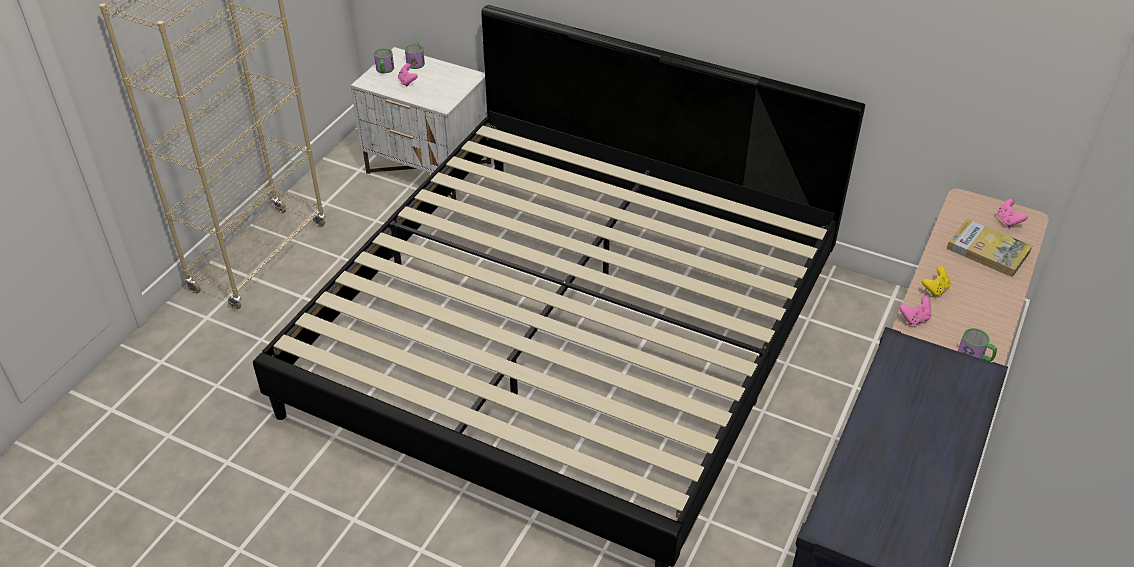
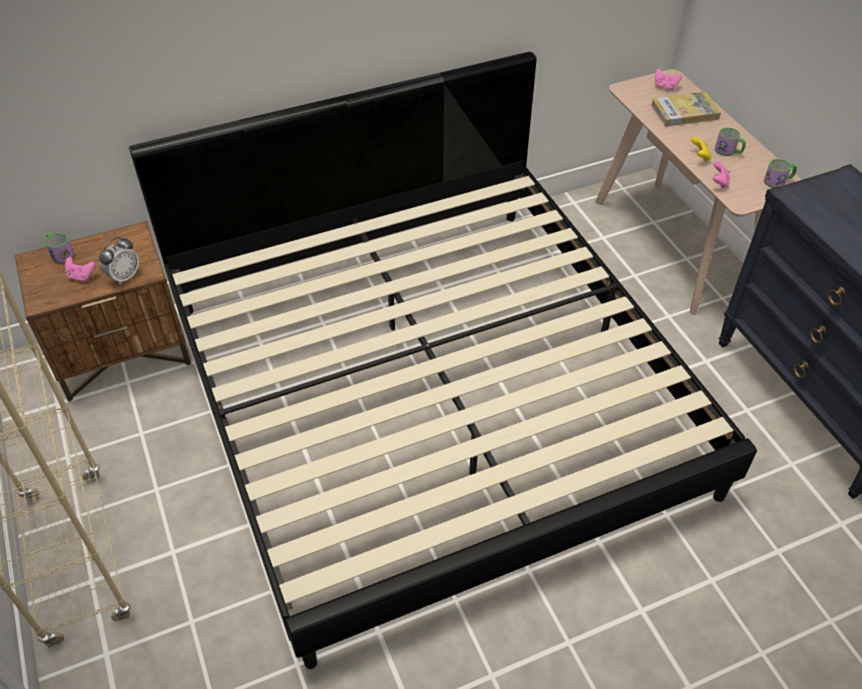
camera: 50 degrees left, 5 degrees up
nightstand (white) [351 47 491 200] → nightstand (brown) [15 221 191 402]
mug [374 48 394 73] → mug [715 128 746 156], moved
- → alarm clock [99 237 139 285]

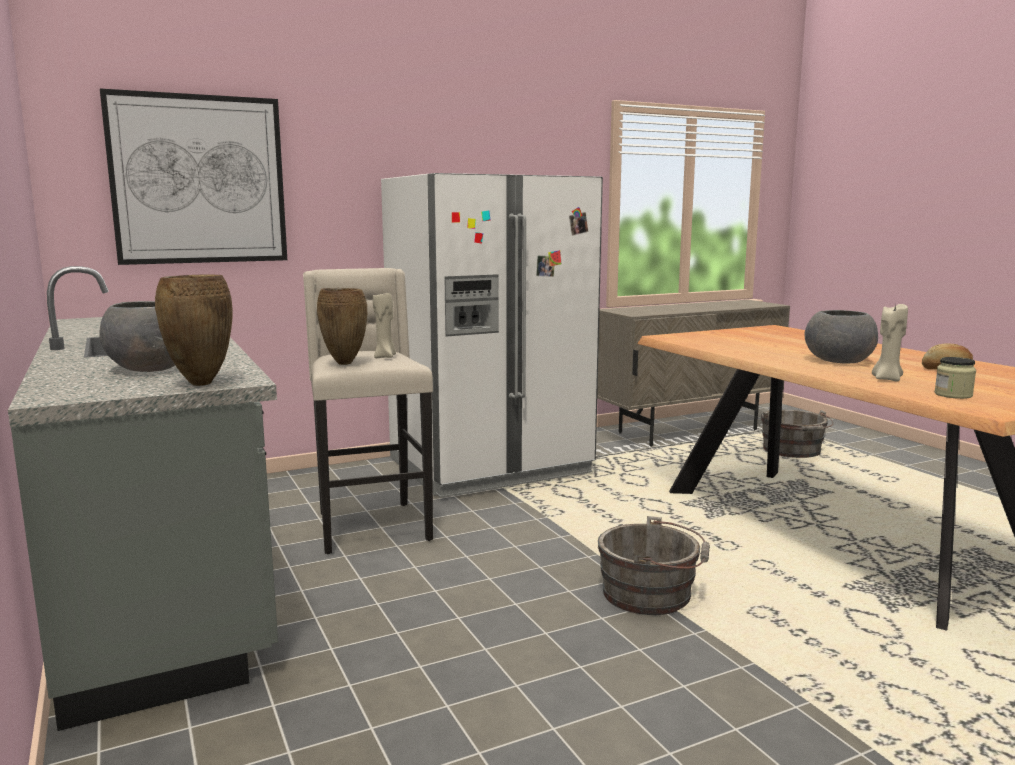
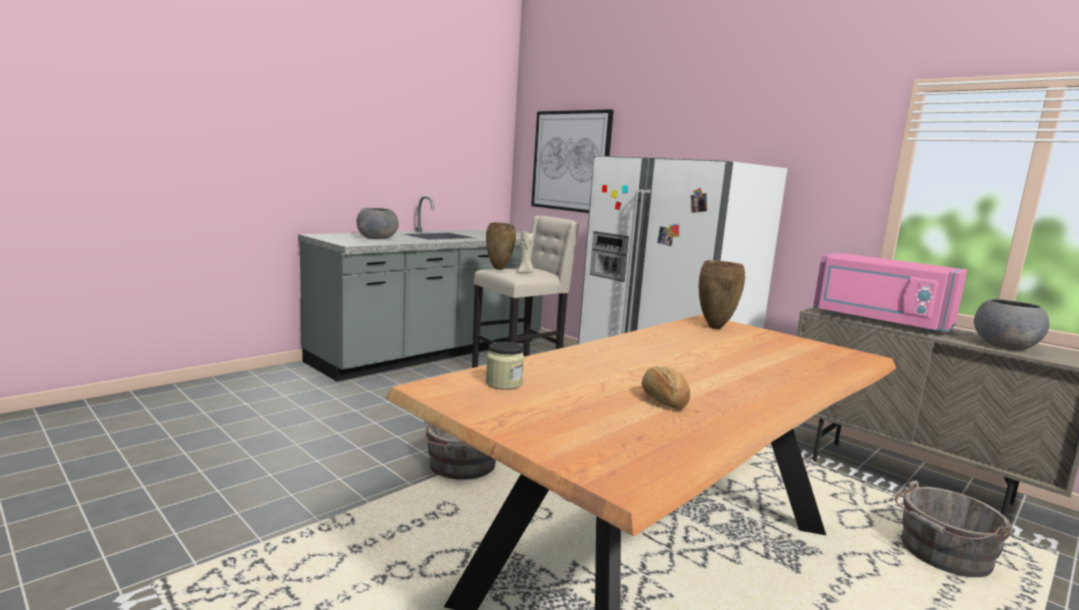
camera: 70 degrees right, 0 degrees up
vase (brown) [155 274 232 386] → vase (brown) [699 260 745 329], moved
candle (beige) [872 304 908 381] → -
bowl (grey) [804 310 878 363] → bowl (grey) [974 299 1050 351], moved
- → microwave (pink) [813 253 967 333]

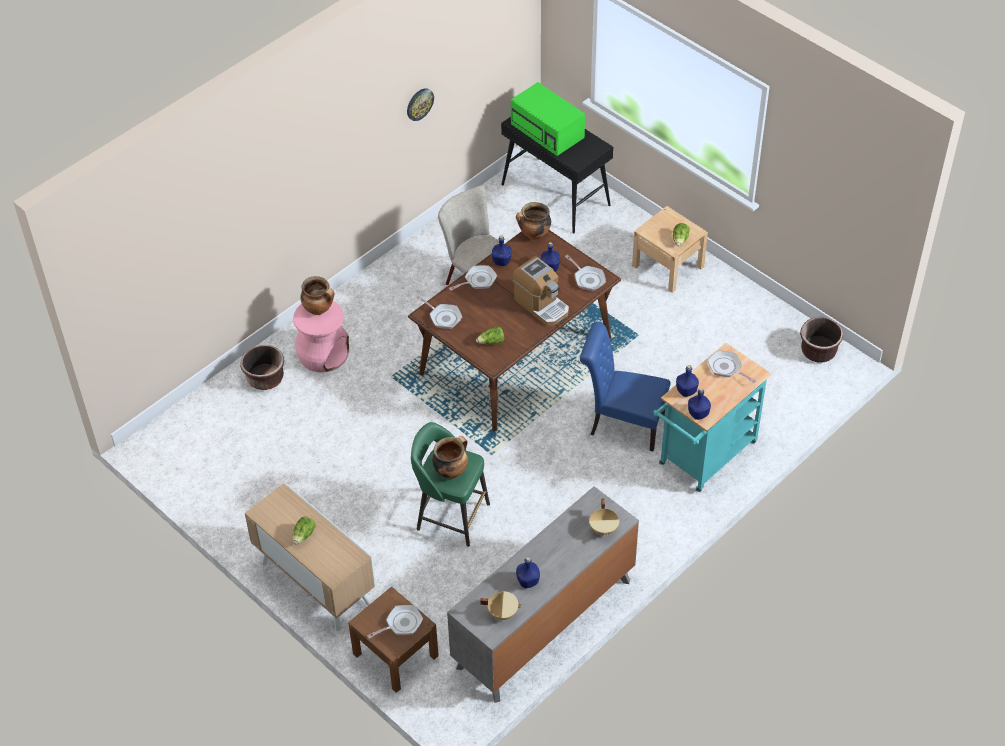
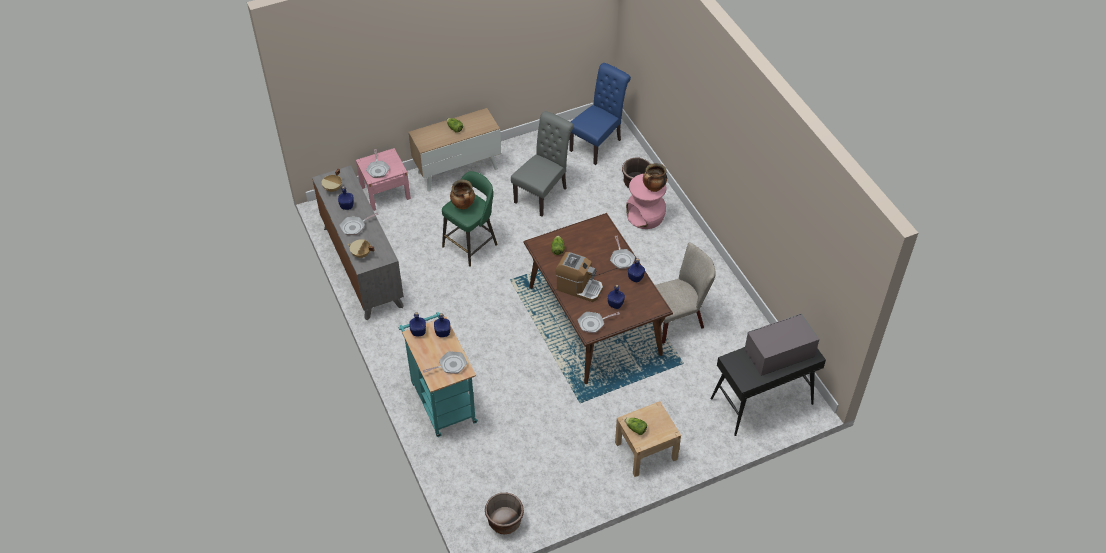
camera: 110 degrees right, 0 degrees up
microwave (green) [511 82 585 156] → microwave (grey) [744 314 819 376]
wall clock [407 88 434 121] → -
cooking pot [516 202 551 240] → -
coffee machine [513 256 569 326] → coffee machine [555 252 603 302], 135 degrees counterclockwise
frying pan [416 296 462 329] → frying pan [339 213 378 235], moved
chair (blue) [580 322 671 451] → chair (blue) [569 63 631 165], moved
nightstand (brown) [348 586 439 693] → nightstand (pink) [356 148 411 211]
- → chair (grey) [511 111 574 217]

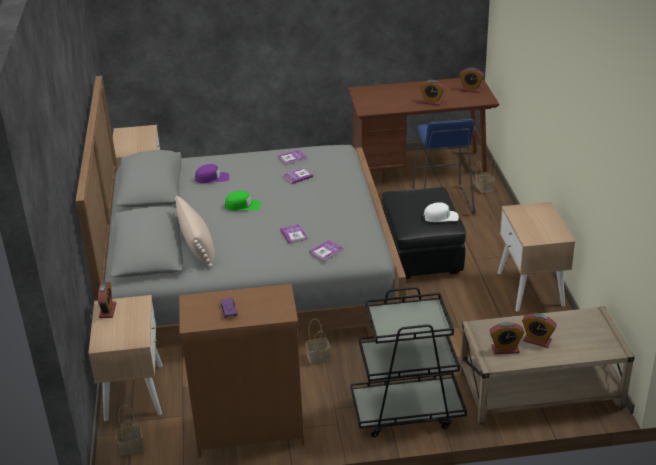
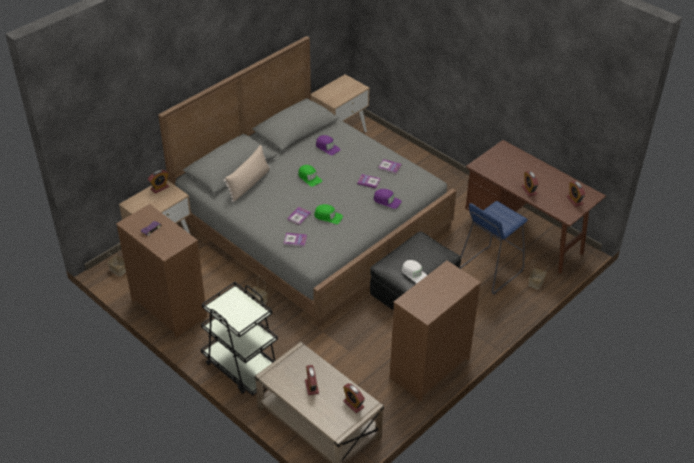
camera: 50 degrees right, 10 degrees up
nightstand (beige) [498 201 575 312] → dresser (brown) [390 261 481 401]
alarm clock [490 322 524 354] → alarm clock [343 383 365 413], moved
- → cap (purple) [373 189 402 209]
- → cap (green) [314 204 343 224]

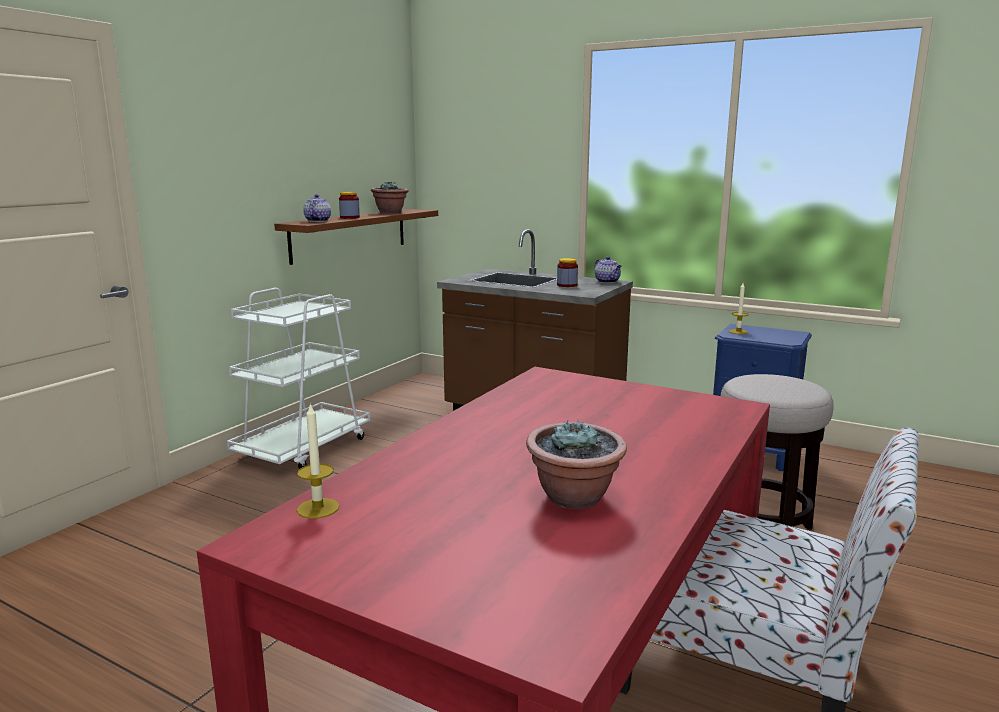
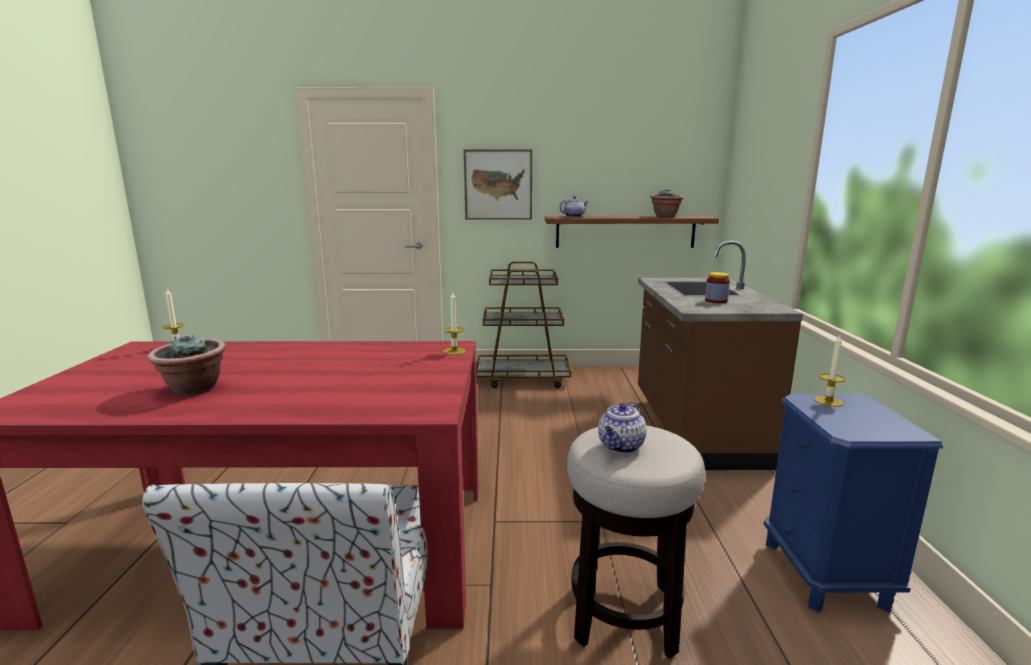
camera: 60 degrees right, 0 degrees up
jar [339 192 360 219] → -
teapot [595 256 621 283] → teapot [598 401 647 453], moved
cart (white) [227 288 370 469] → cart (brown) [476 261 571 388]
- → picture [464 149 532 220]
- → candle [443 292 466 355]

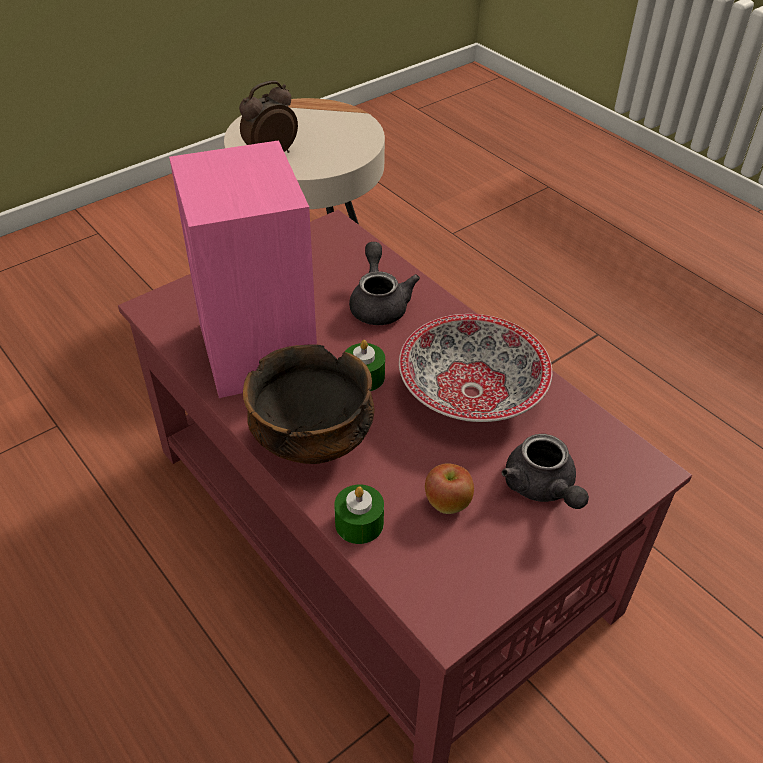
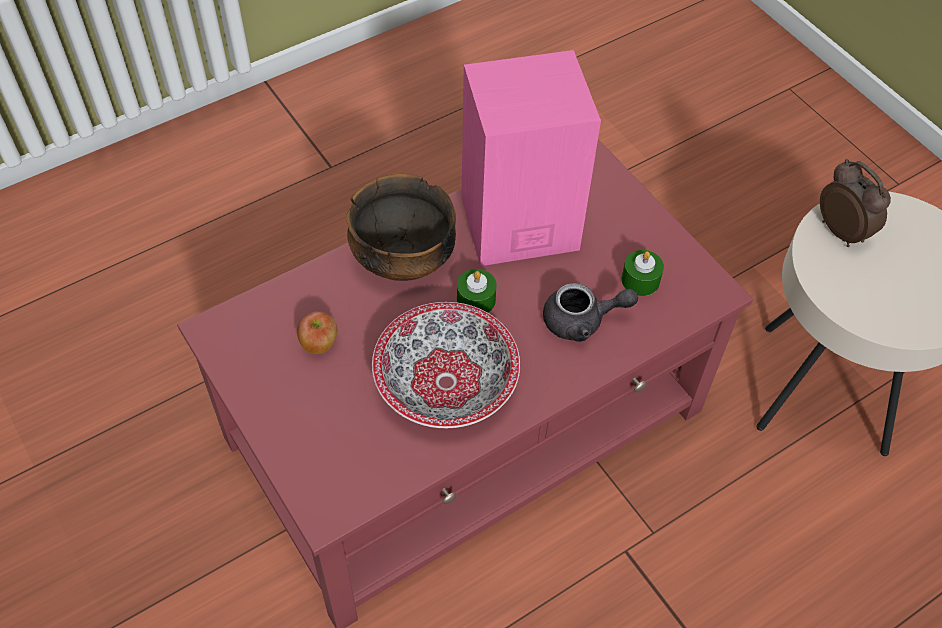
camera: 95 degrees right, 10 degrees up
teapot (grey) [502 434 589 509] → -
candle (green) [334 485 384 544] → candle (green) [621 250 664 296], moved

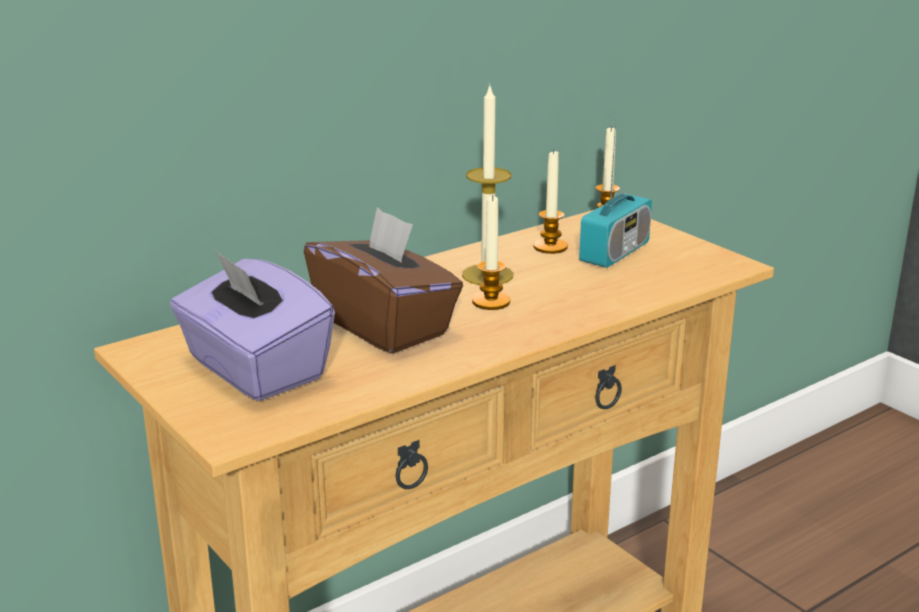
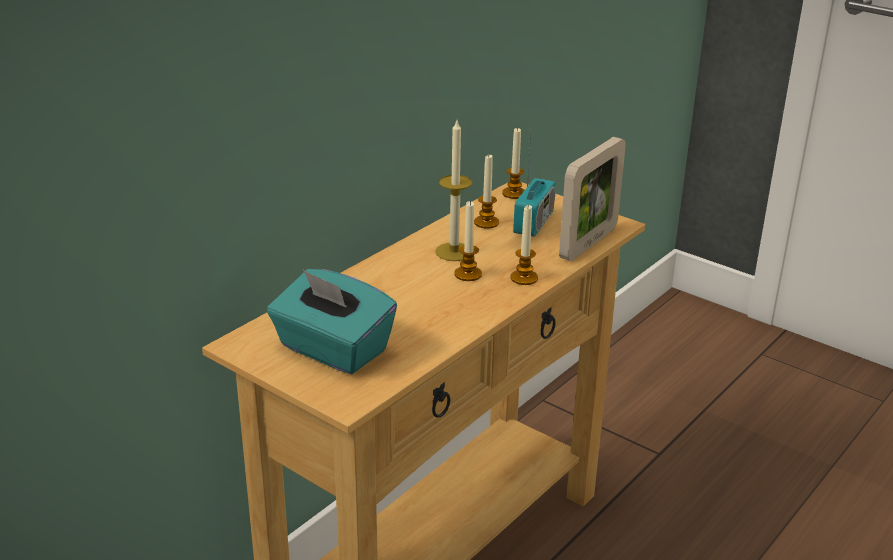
camera: 15 degrees left, 5 degrees up
tissue box (brown) [304 207 463 354] → -
tissue box (purple) [170 249 335 401] → tissue box (turquoise) [267 269 397 374]
- → picture frame [559 137 626 261]
- → candle [510 204 538 285]

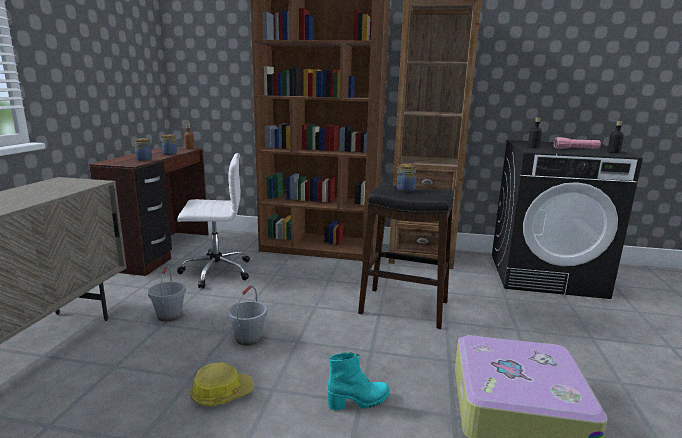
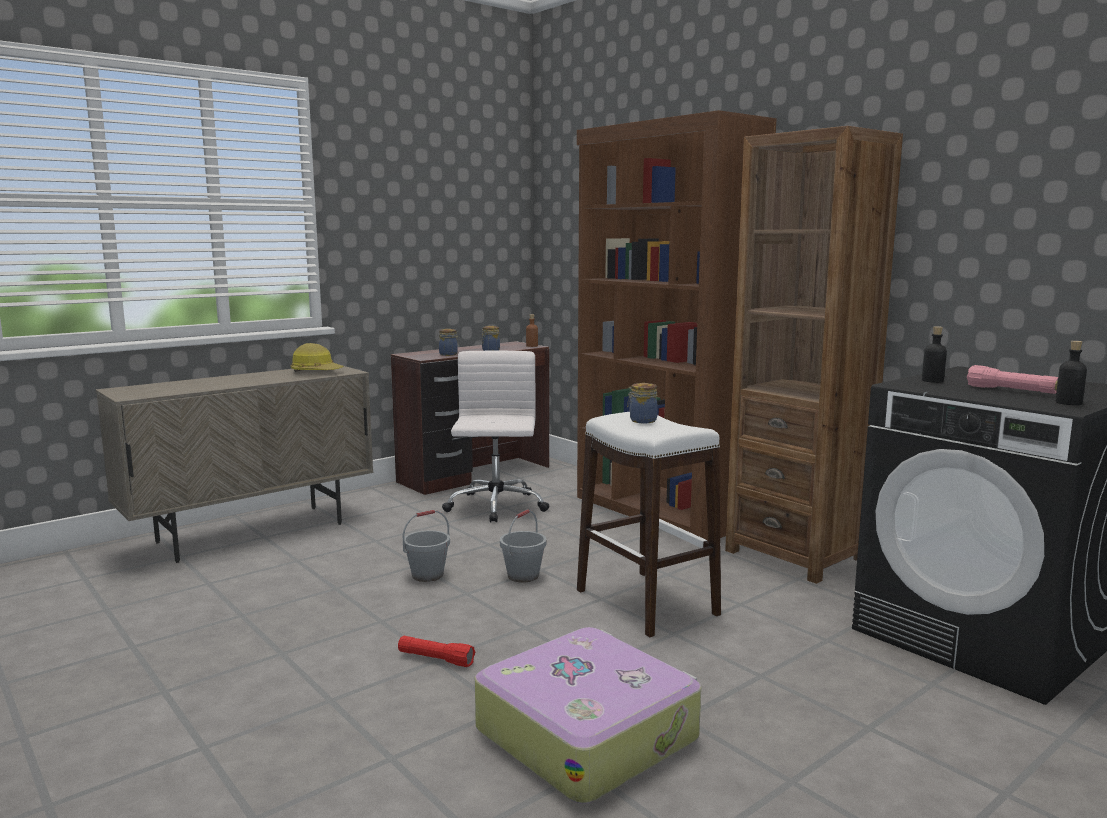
camera: 40 degrees right, 5 degrees down
office chair (white) [177 153 250 288] → office chair (white) [442 351 549 522], 120 degrees counterclockwise
stool (black) [358 183 454 329] → stool (white) [577 412 721 637]
bucket (grey) [148 266 186 321] → bucket (grey) [500 509 546 583], moved
boot (turquoise) [327 352 390 410] → flashlight (red) [398 636 475 667]
hard hat [190 362 254 406] → hard hat [290 343 344 372], moved

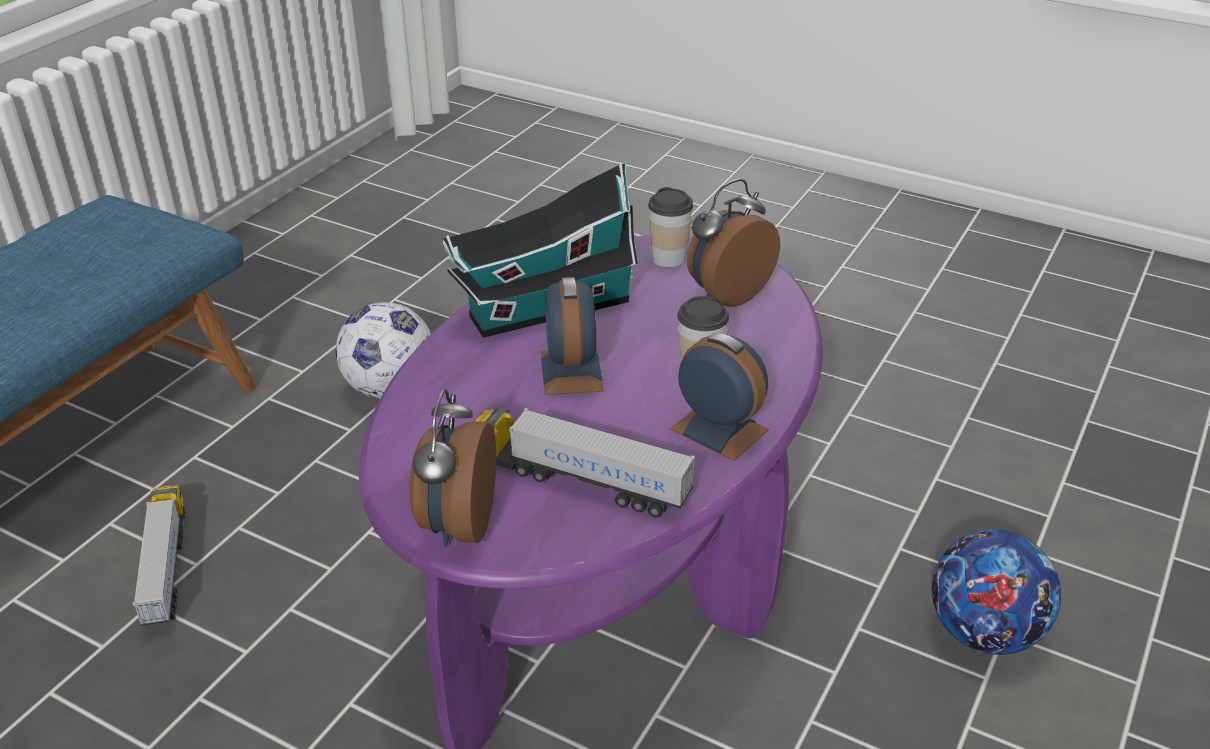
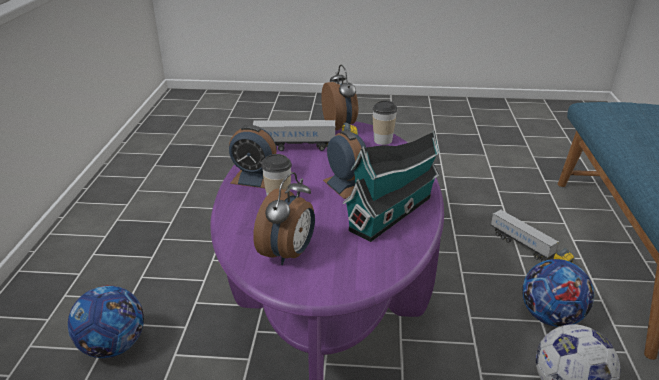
camera: 155 degrees right, 5 degrees down
cup [648 187 693 267] → cup [372 101 397 145], moved
- → football [522 259 594 327]

